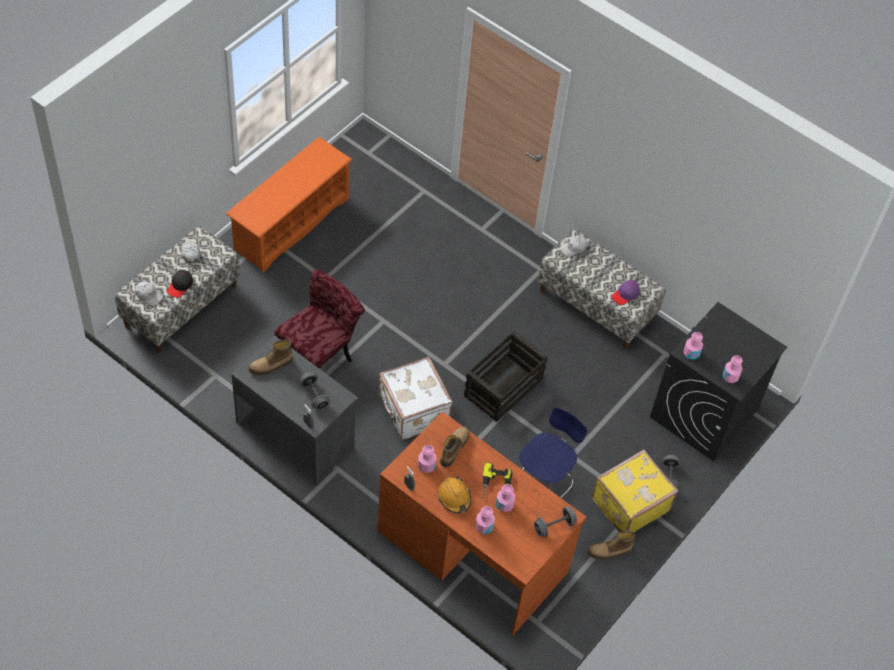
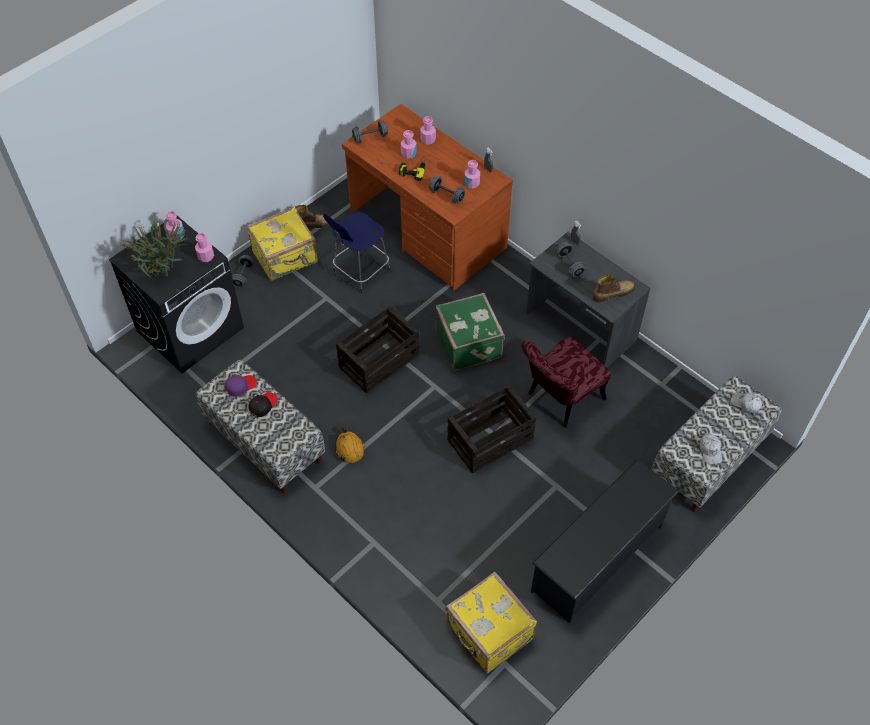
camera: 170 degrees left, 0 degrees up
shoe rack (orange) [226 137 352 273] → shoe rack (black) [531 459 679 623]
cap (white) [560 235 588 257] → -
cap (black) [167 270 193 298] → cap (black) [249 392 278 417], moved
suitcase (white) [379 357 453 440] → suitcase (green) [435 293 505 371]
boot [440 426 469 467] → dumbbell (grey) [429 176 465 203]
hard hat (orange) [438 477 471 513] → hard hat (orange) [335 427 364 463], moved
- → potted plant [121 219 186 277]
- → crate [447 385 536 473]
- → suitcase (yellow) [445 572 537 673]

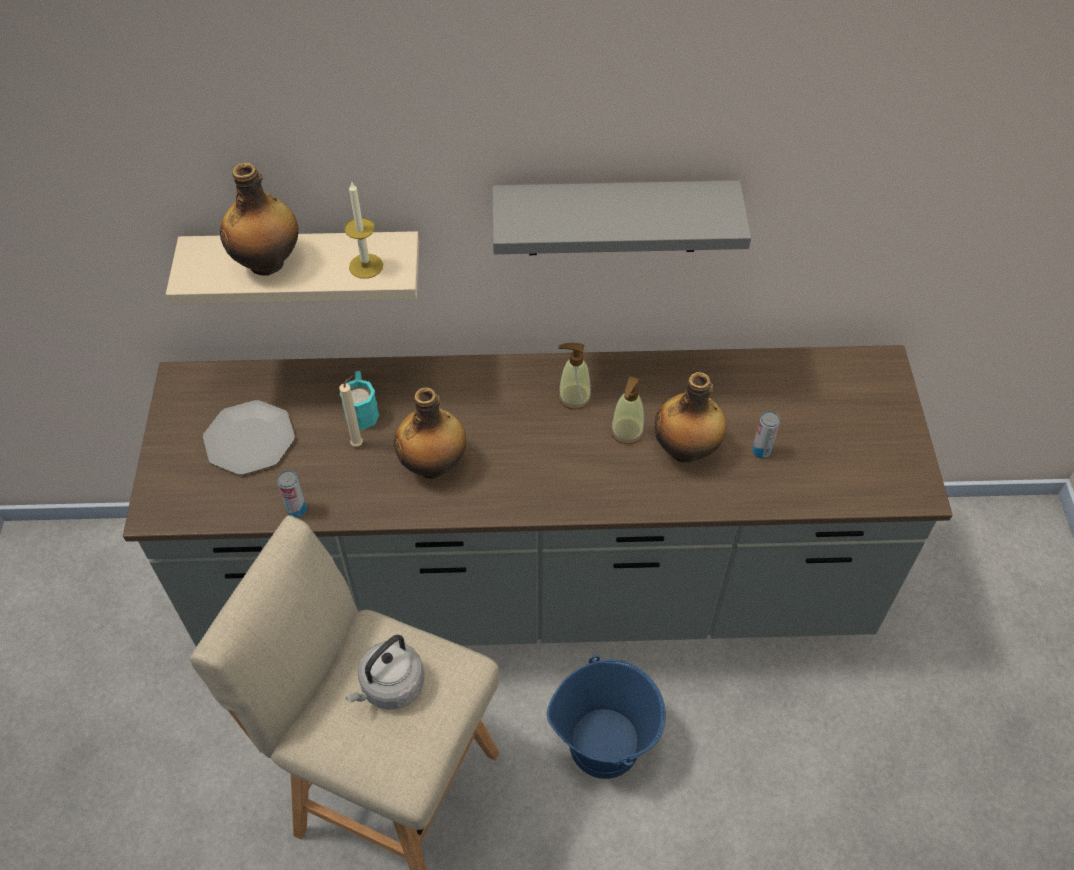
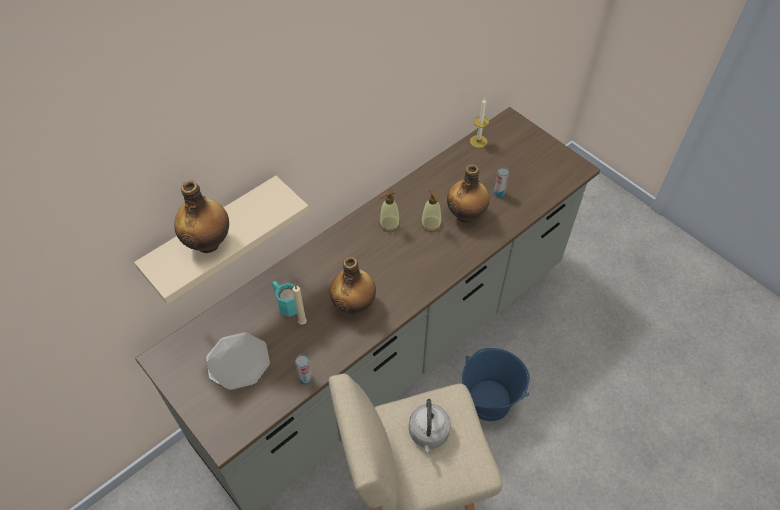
camera: 40 degrees left, 0 degrees up
shelf (grey) [492 180 751 255] → -
candle [344 182 383 279] → candle [470 98 489 148], moved

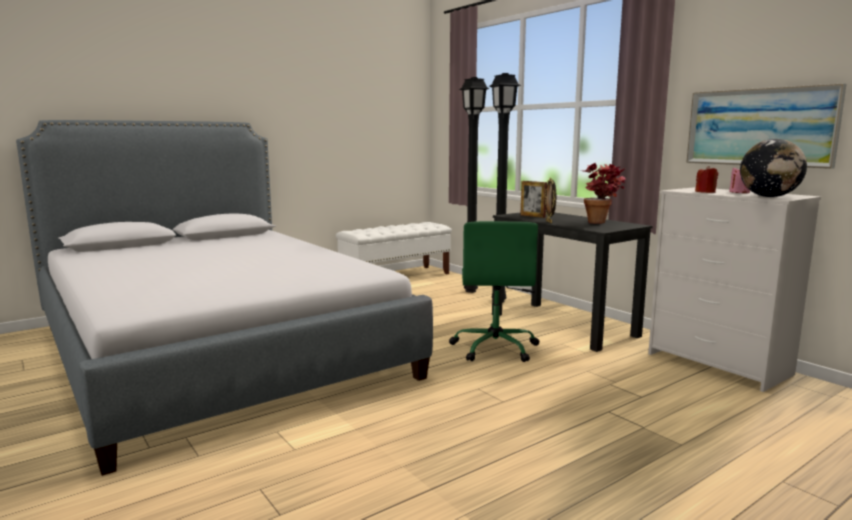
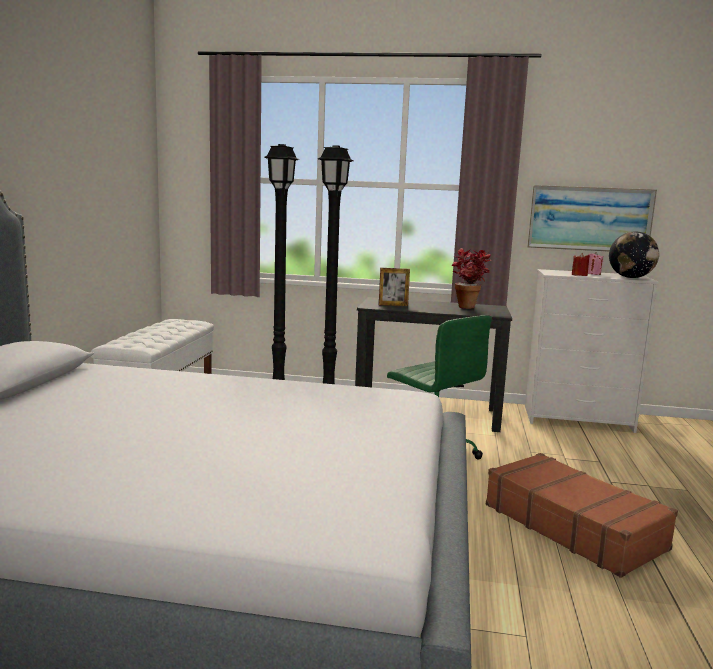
camera: 45 degrees left, 0 degrees up
picture frame [545 178 556 223] → -
- → suitcase (brown) [486 453 678 578]

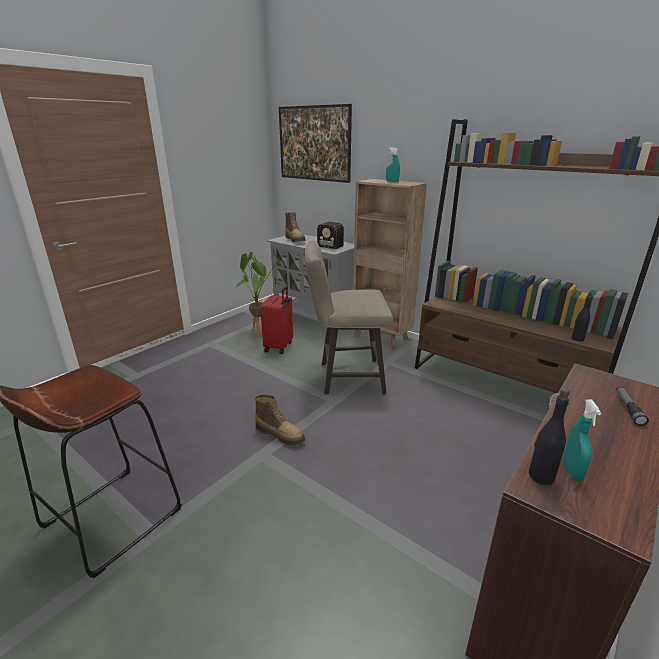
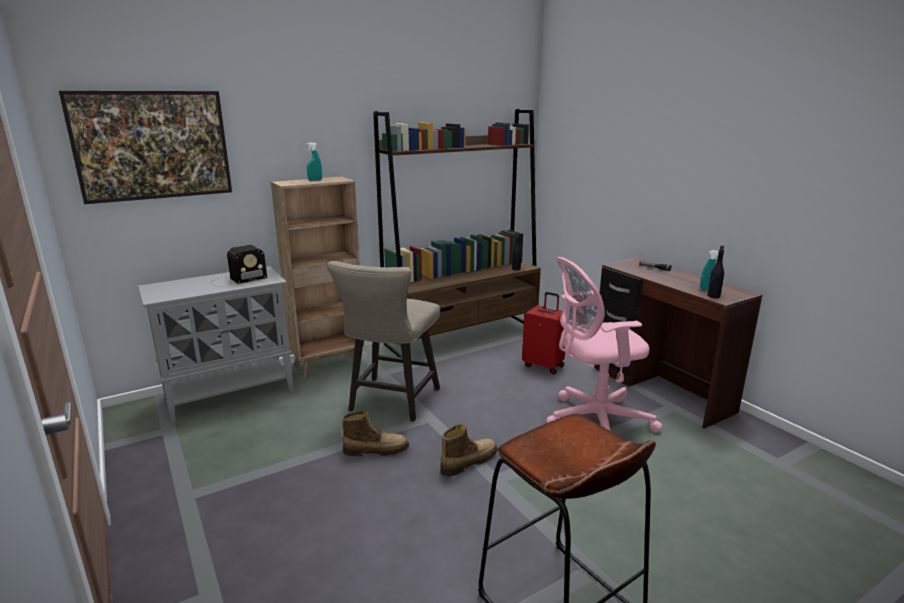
camera: 70 degrees left, 5 degrees down
boot [285 212 306 242] → boot [342 410 409 456], moved
potted plant [234 252 287 336] → -
suitcase (red) [260 286 293 354] → suitcase (red) [522 292 565 374], moved
- → office chair (pink) [546 257 662 433]

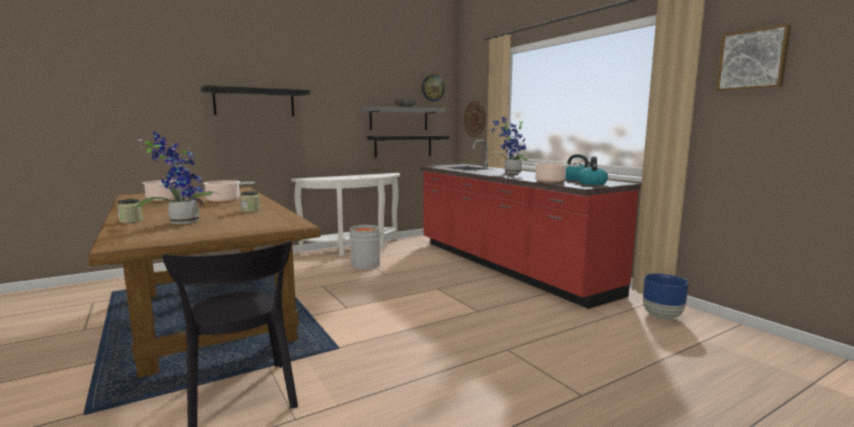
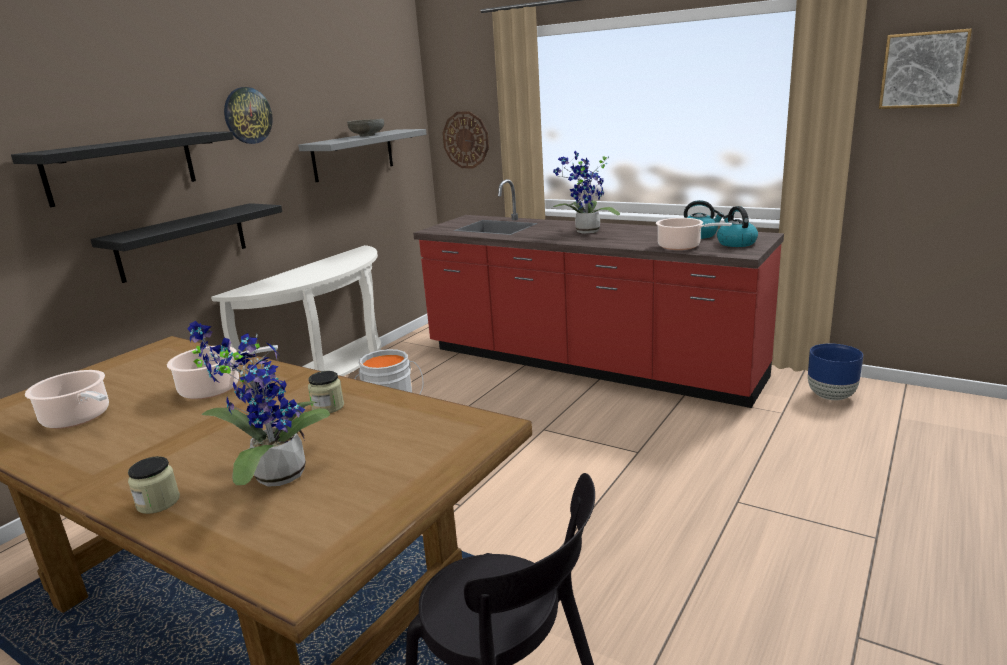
camera: 25 degrees left, 10 degrees up
wall clock [422 75 445 102] → wall clock [224 87 273 144], moved
shelf (black) [367 135 449 158] → shelf (black) [90 203 282 283], moved

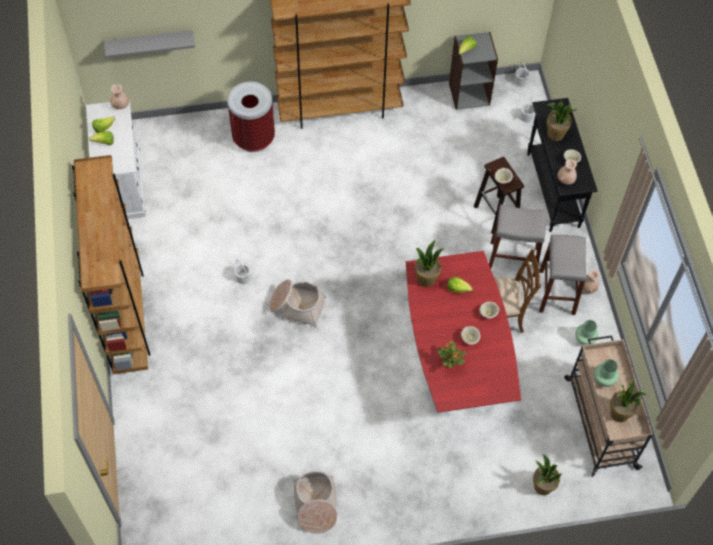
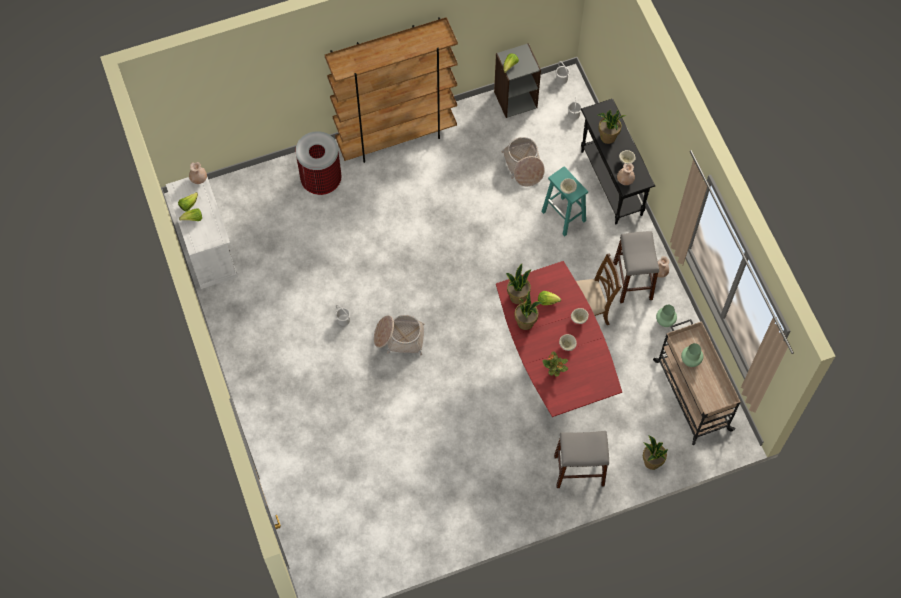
camera: 10 degrees left, 5 degrees up
shelf (grey) [104 30 195 58] → -
bookcase (brown) [72 155 151 374] → -
stool (brown) [474 157 524 234] → stool (turquoise) [542 166 588 237]
stool (grey) [489 204 547 277] → stool (grey) [554 431 609 488], moved
potted plant [610 378 647 422] → potted plant [514 292 543 330], moved
basket [293 471 338 534] → basket [502 137 545 186], moved

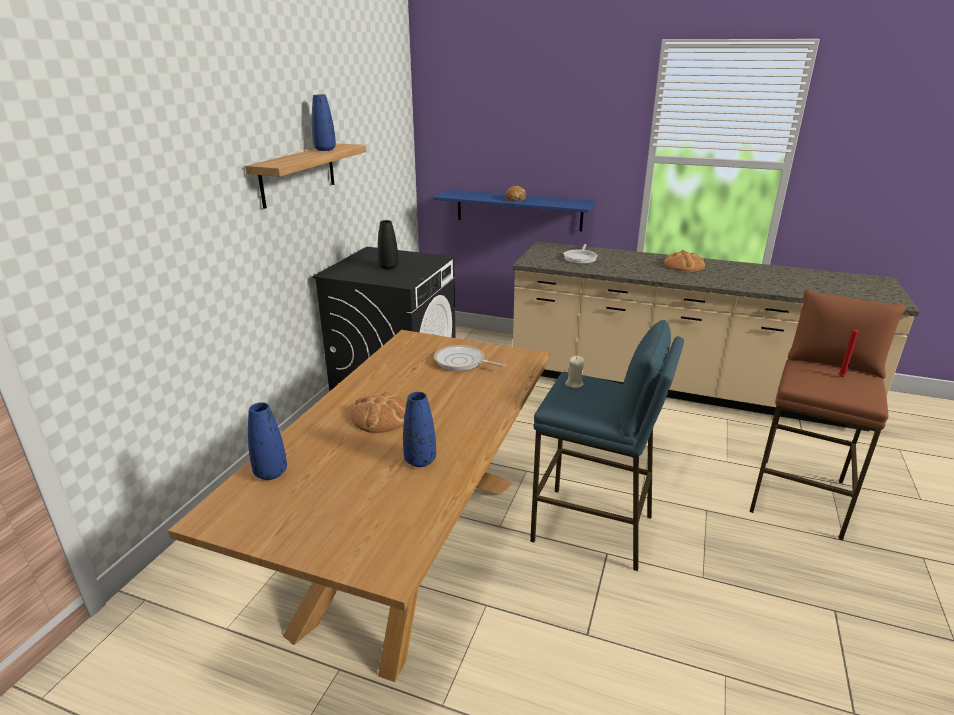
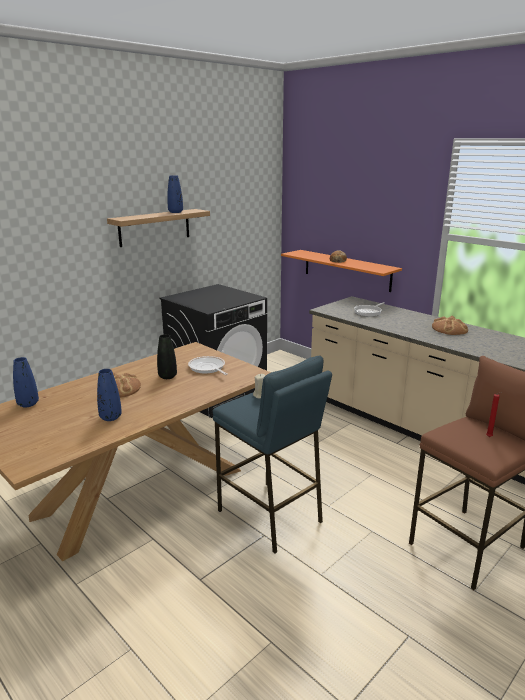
camera: 25 degrees right, 5 degrees down
shelf (blue) [433 189 596 231] → shelf (orange) [281 250 402 292]
vase (black) [378 220 399 269] → vase (black) [157 334 177 379], moved

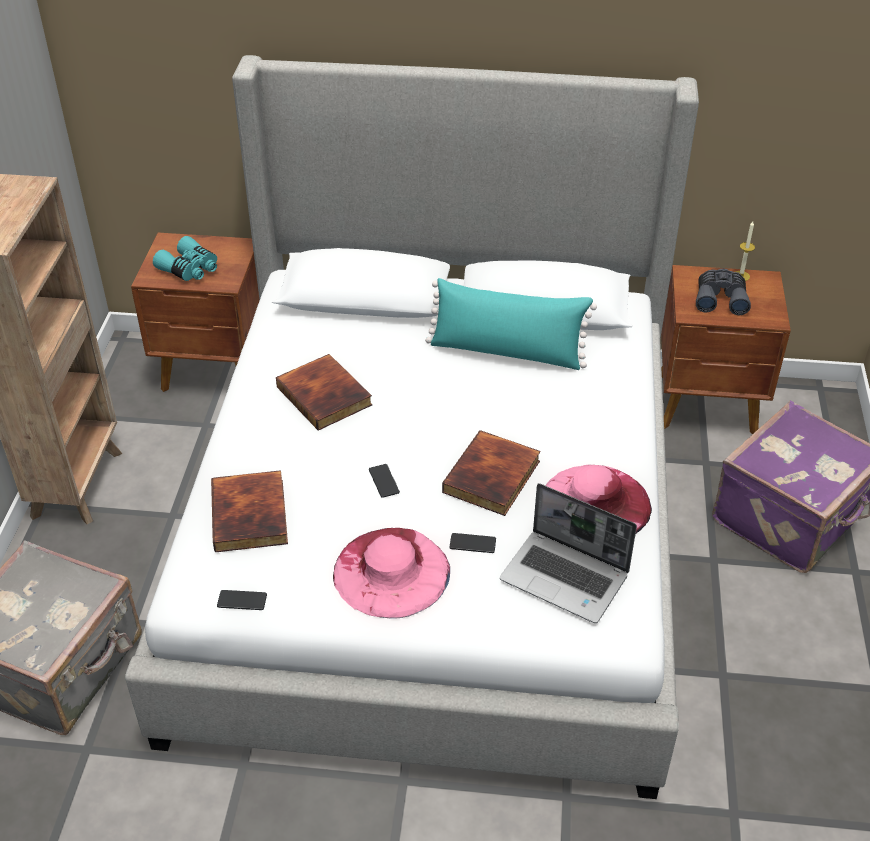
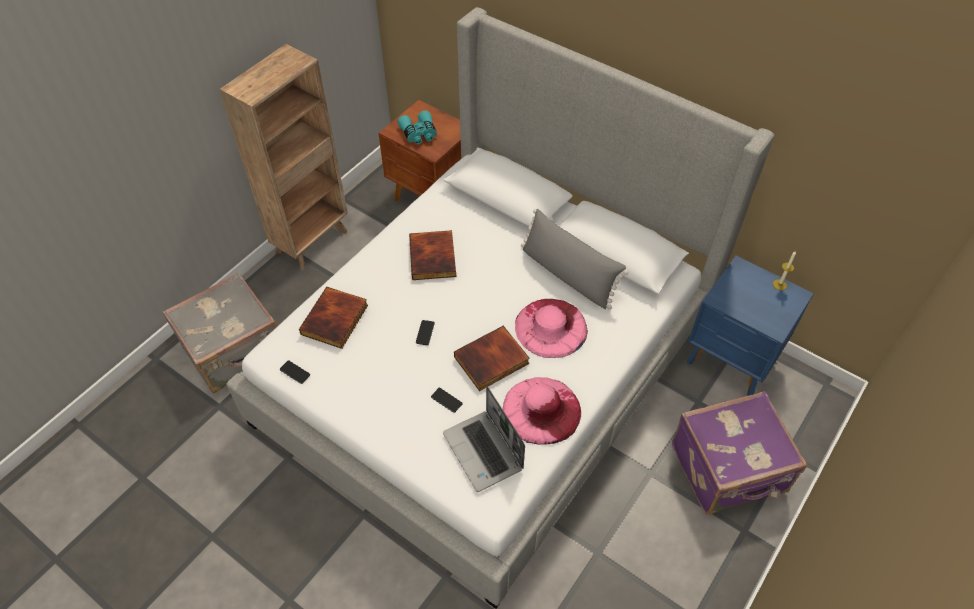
camera: 30 degrees right, 10 degrees up
nightstand (brown) [661 265 791 434] → nightstand (blue) [687 255 814 396]
binoculars (grey) [696 268 751 315] → -
pillow (turquoise) [425 278 597 370] → pillow (grey) [521 209 629 309]
hat (pink) [333 528 450 619] → hat (pink) [515 299 588 358], moved

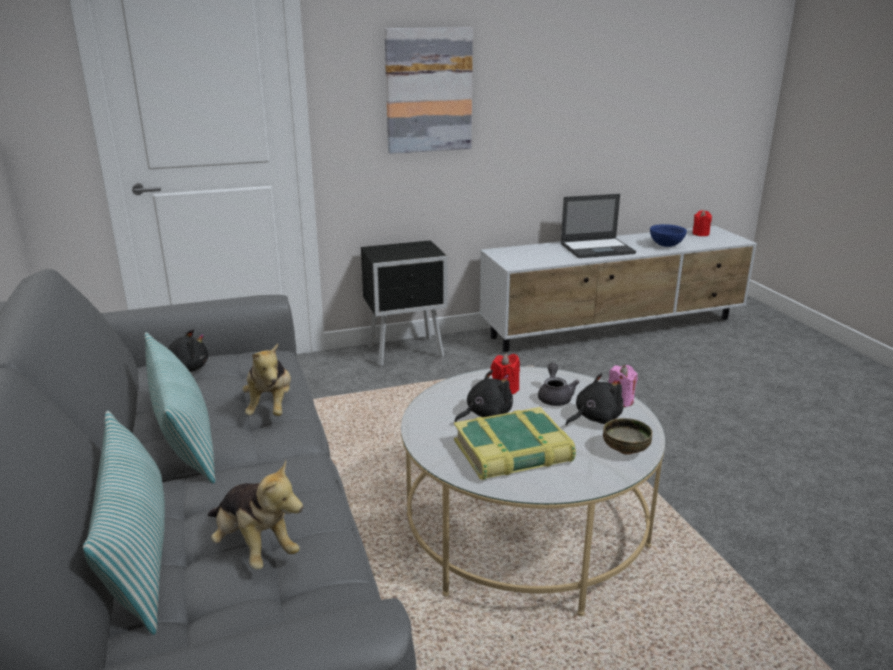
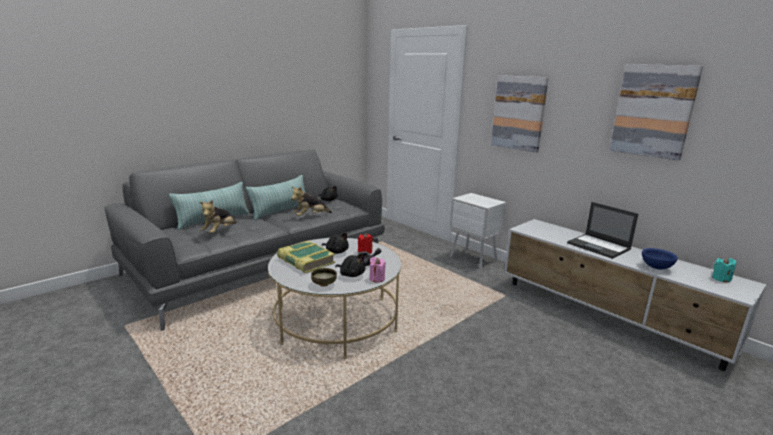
camera: 65 degrees right, 5 degrees down
candle (red) [692 210 712 236] → candle (turquoise) [712 257 736 282]
nightstand (black) [361 240 447 366] → nightstand (white) [450 193 507 269]
- → picture [610 64 703 161]

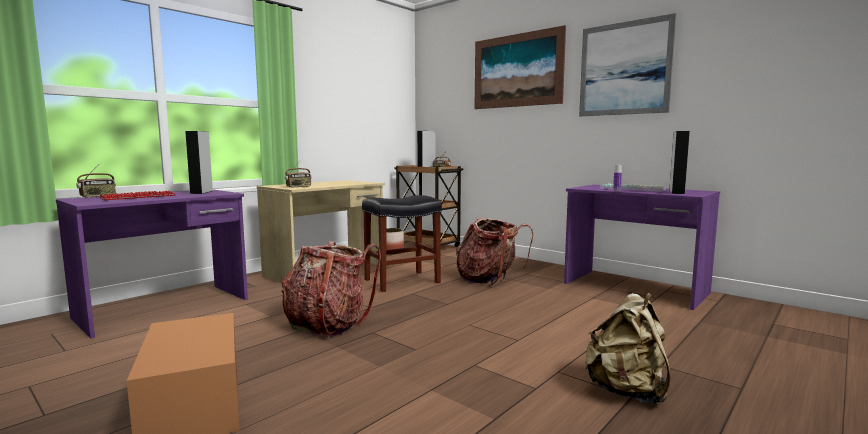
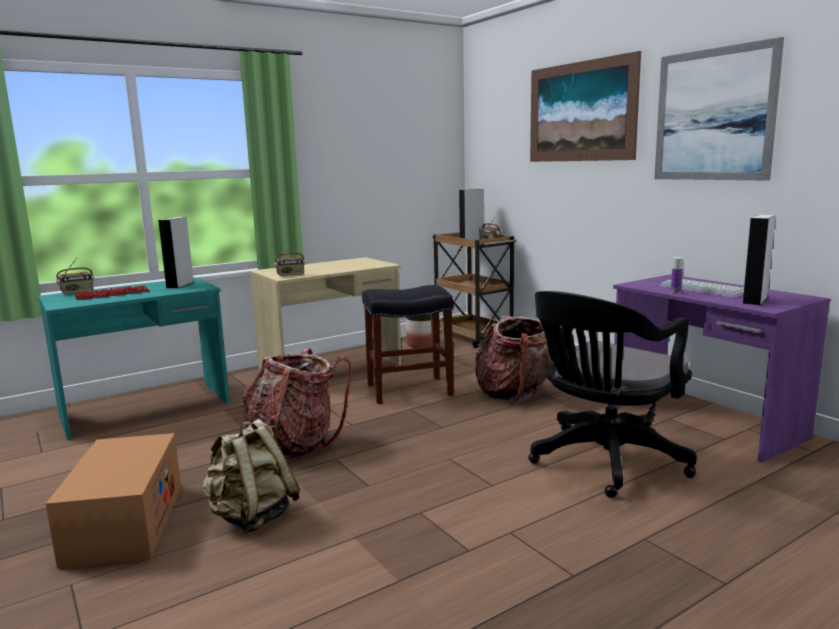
camera: 15 degrees right, 5 degrees up
desk (purple) [56 190 248 339] → desk (turquoise) [39 277 230 440]
backpack (beige) [585 293 670 406] → backpack (beige) [202 419 300 534], moved
- → office chair (black) [528 291 697 498]

